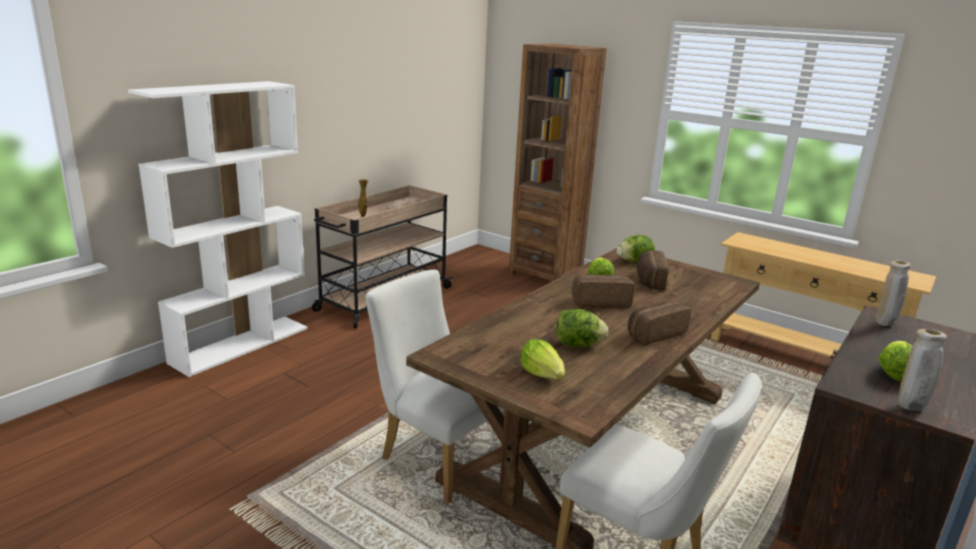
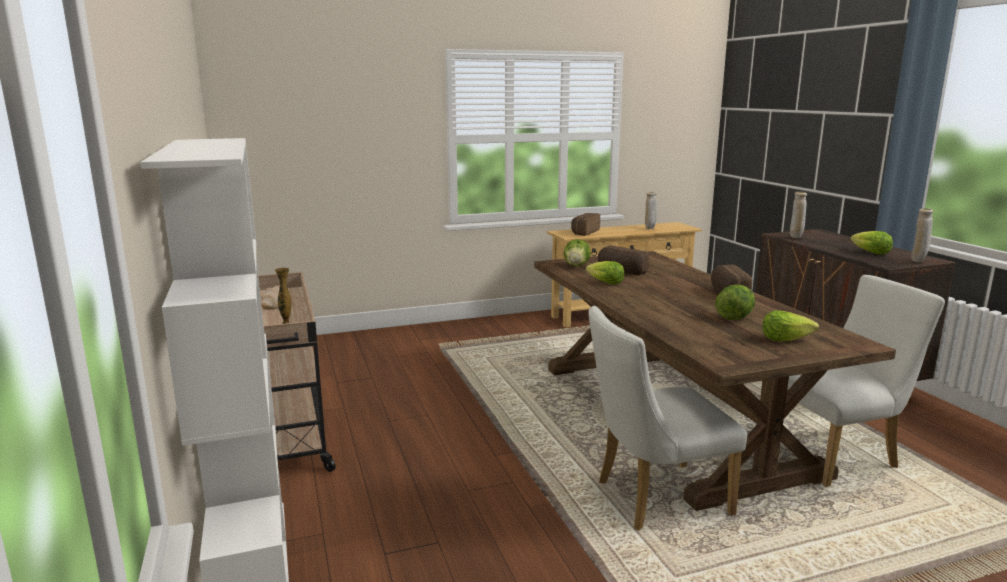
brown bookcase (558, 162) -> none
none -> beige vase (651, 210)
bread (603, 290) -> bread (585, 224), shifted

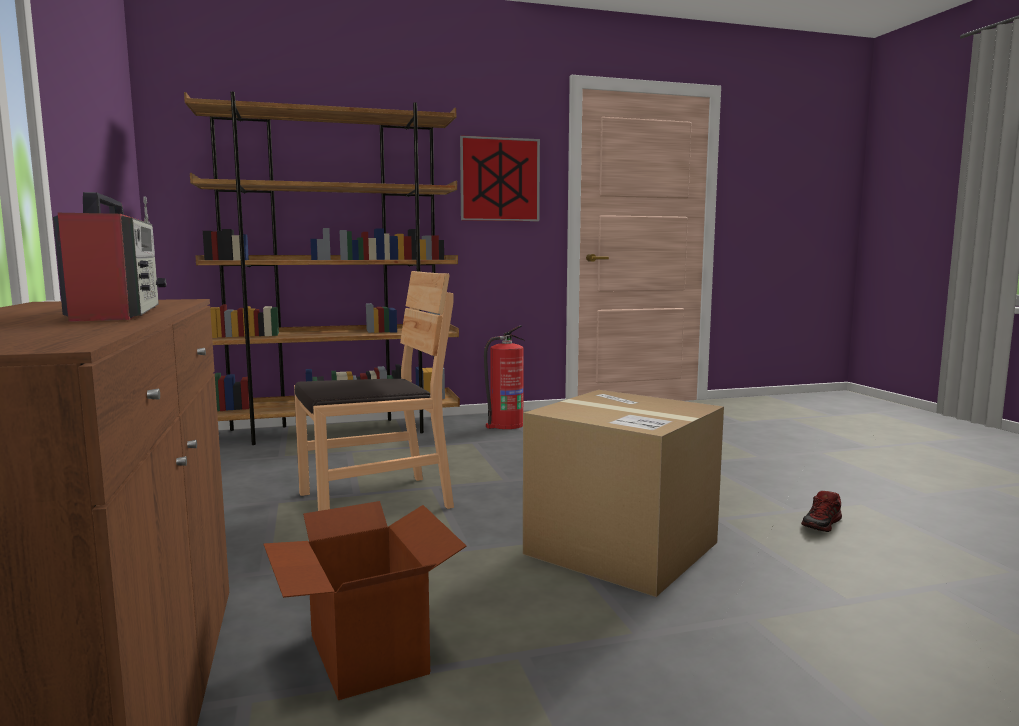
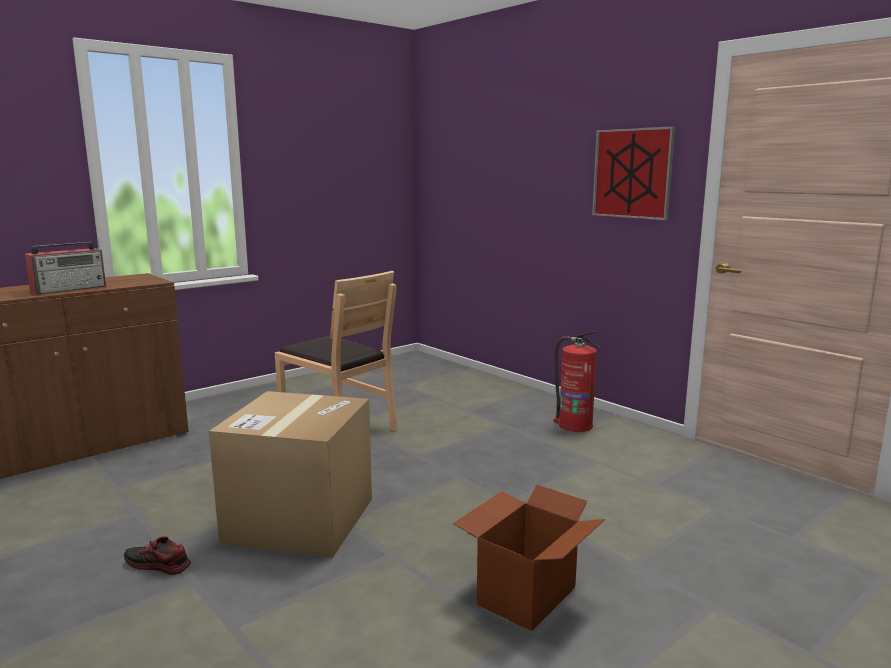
brown bookcase (322, 268) -> none
cardboard box (365, 600) -> cardboard box (529, 558), shifted
shoe (821, 511) -> shoe (157, 555), shifted

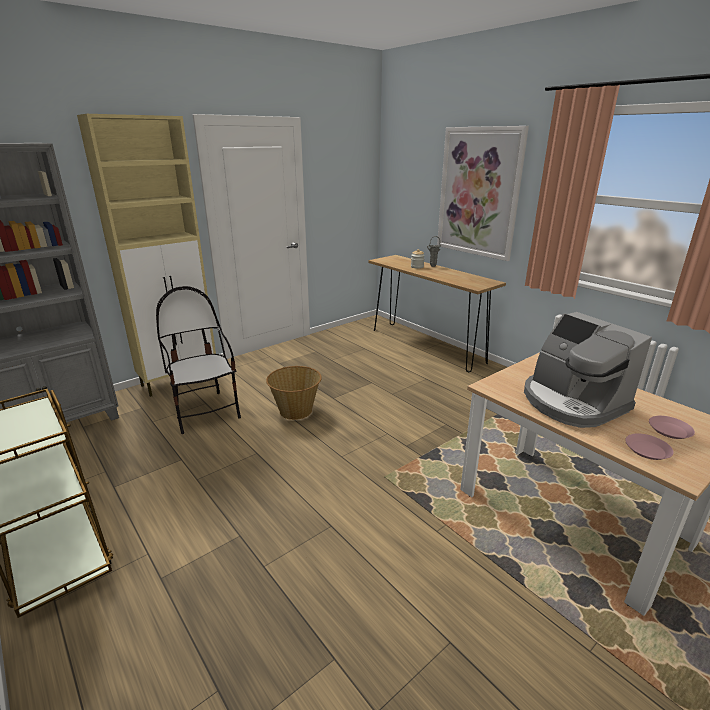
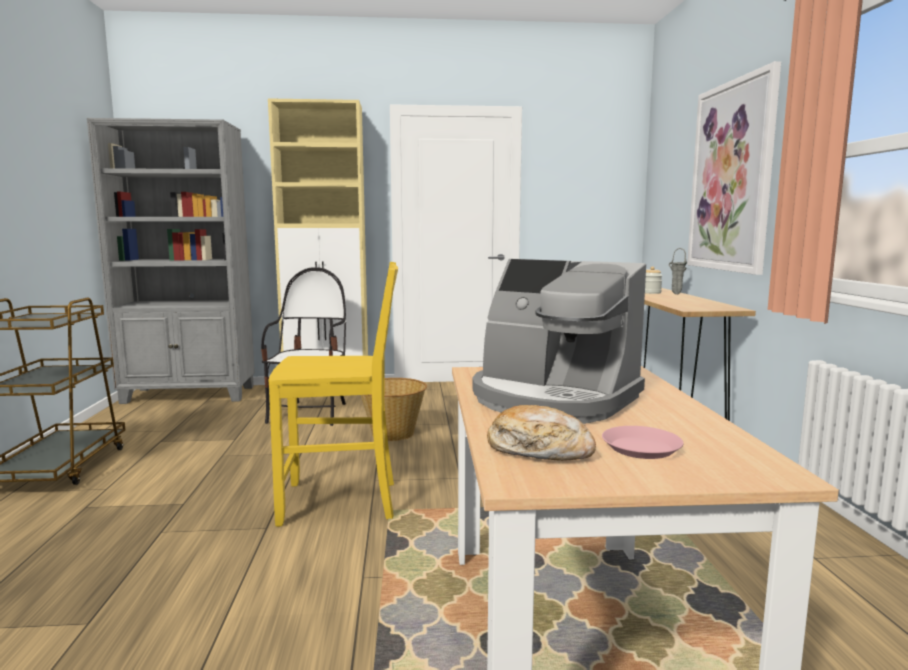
none -> yellow chair (333, 394)
pink plate (649, 447) -> bread (541, 433)
coffee machine (588, 370) -> coffee machine (559, 341), 60 degrees counterclockwise

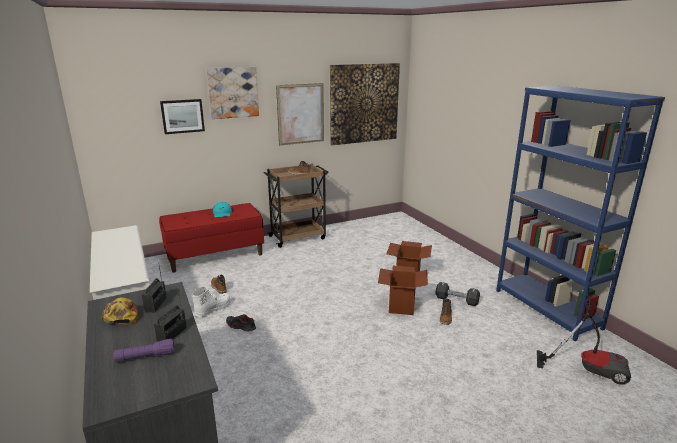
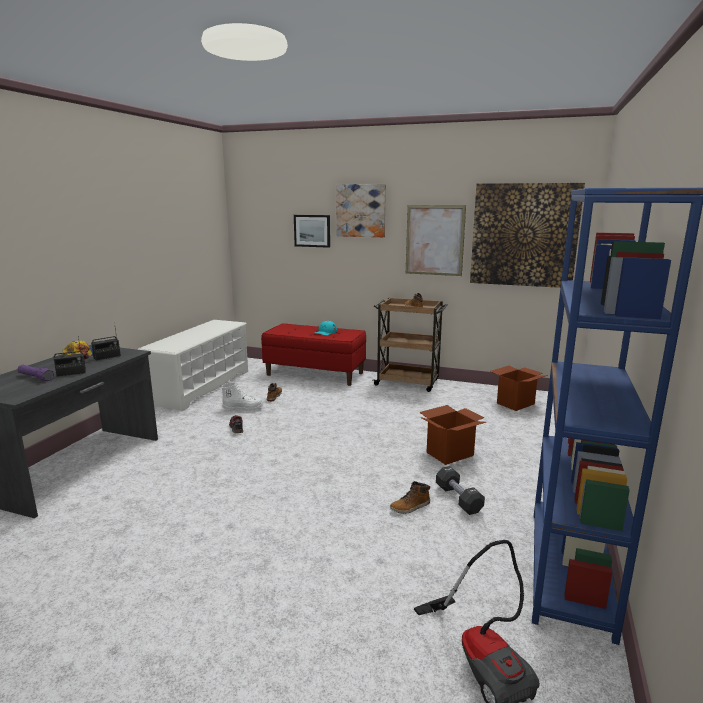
cardboard box (403, 290) -> cardboard box (519, 388), shifted

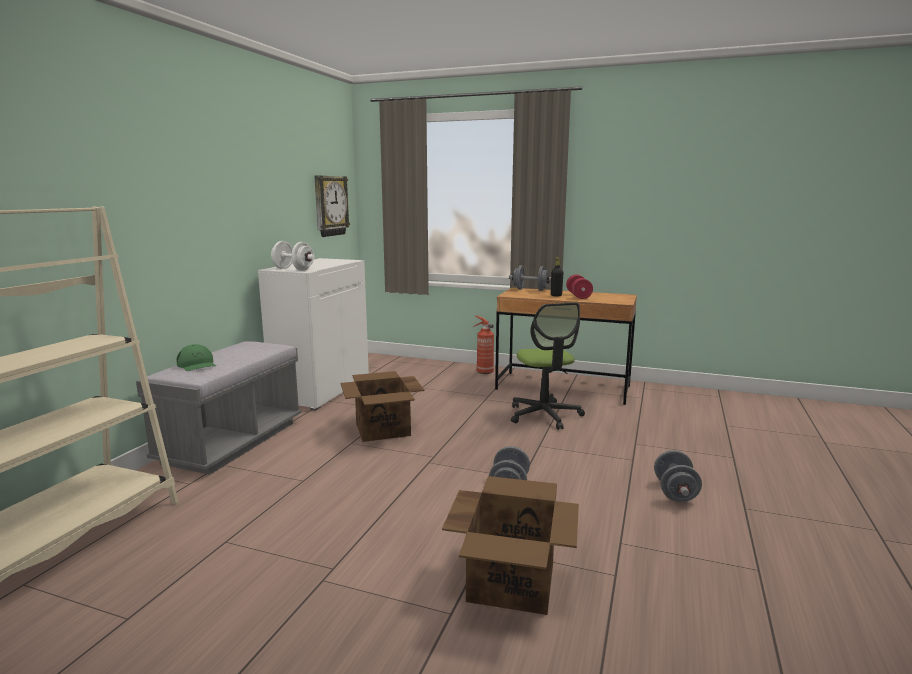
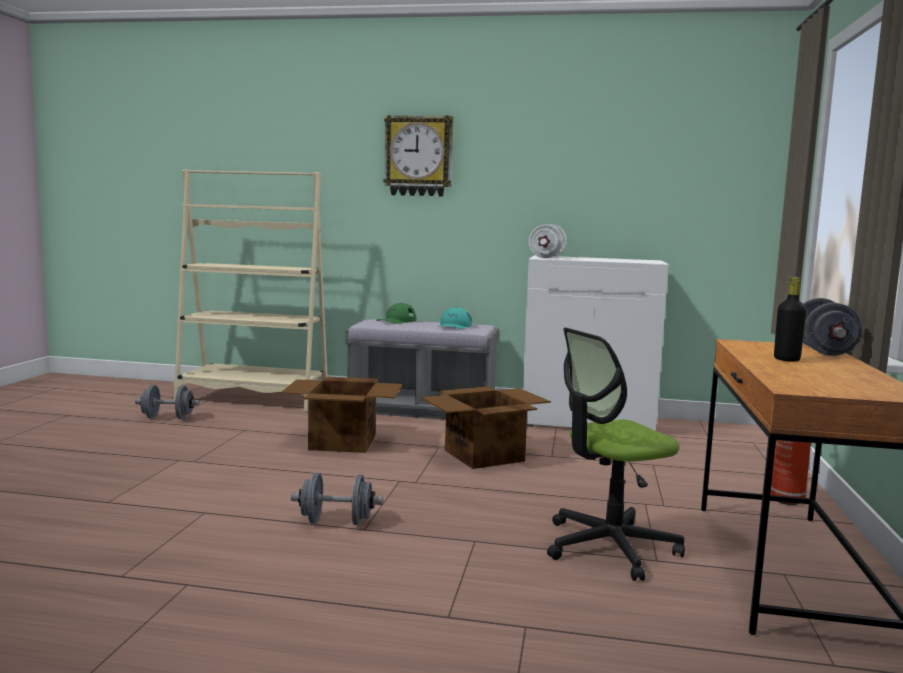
red dumbbell (579, 287) -> none
none -> turquoise cap (455, 318)
wall clock (332, 206) -> wall clock (418, 155), shifted
cardboard box (510, 545) -> cardboard box (341, 415), shifted
grey dumbbell (678, 476) -> grey dumbbell (167, 402), shifted

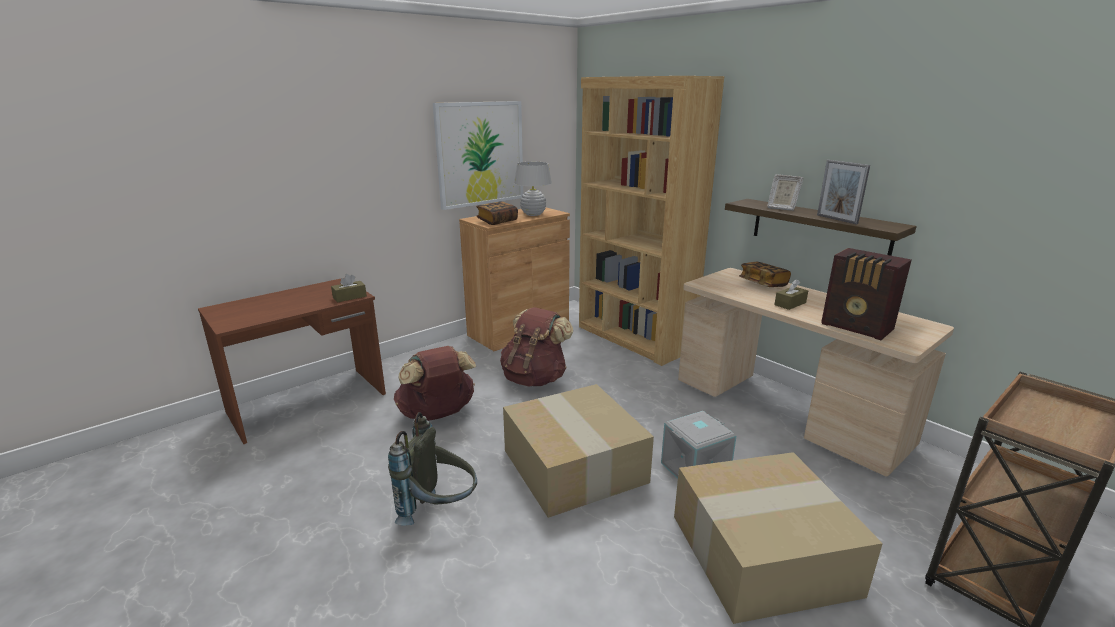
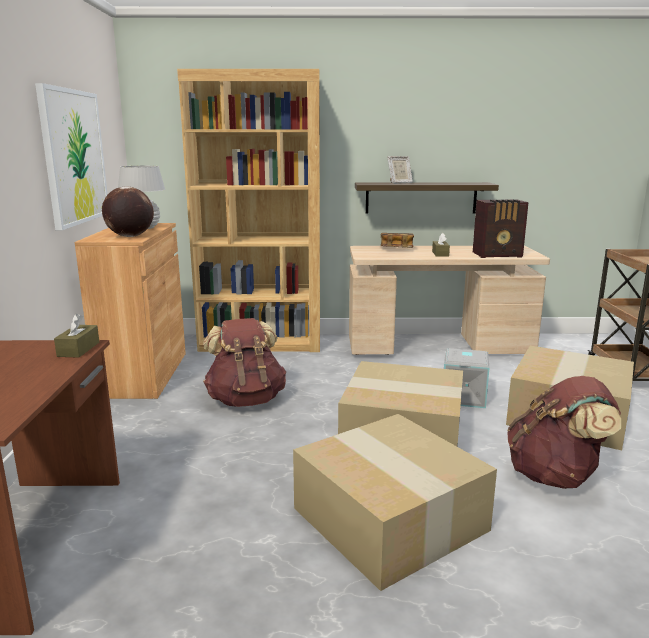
picture frame (843, 192) -> none
brown backpack (435, 383) -> brown backpack (564, 432), shifted
grey backpack (432, 469) -> cardboard box (395, 502)
book (497, 213) -> globe (128, 211)

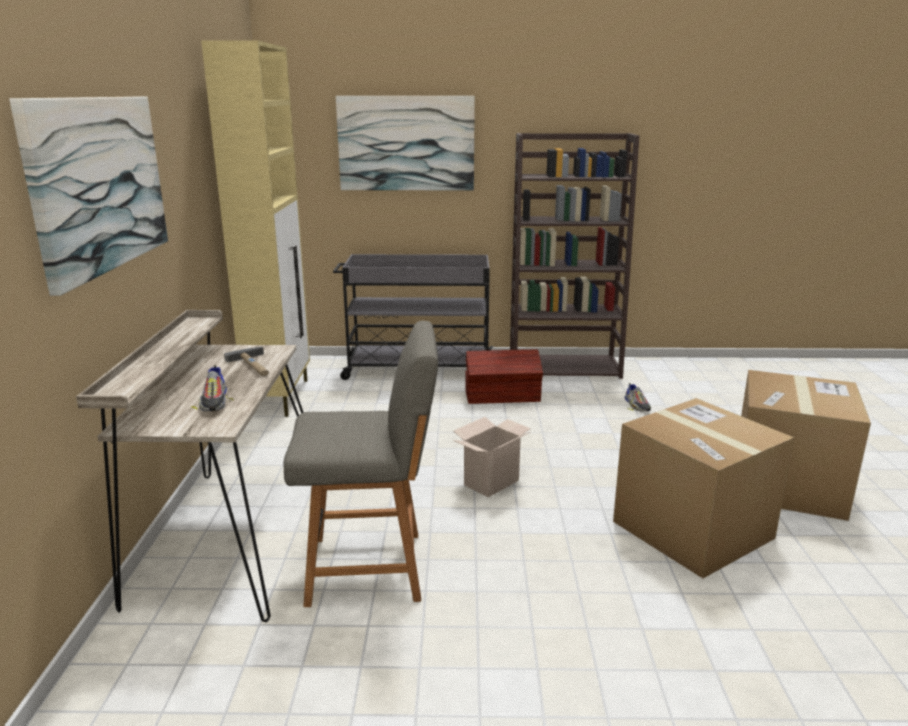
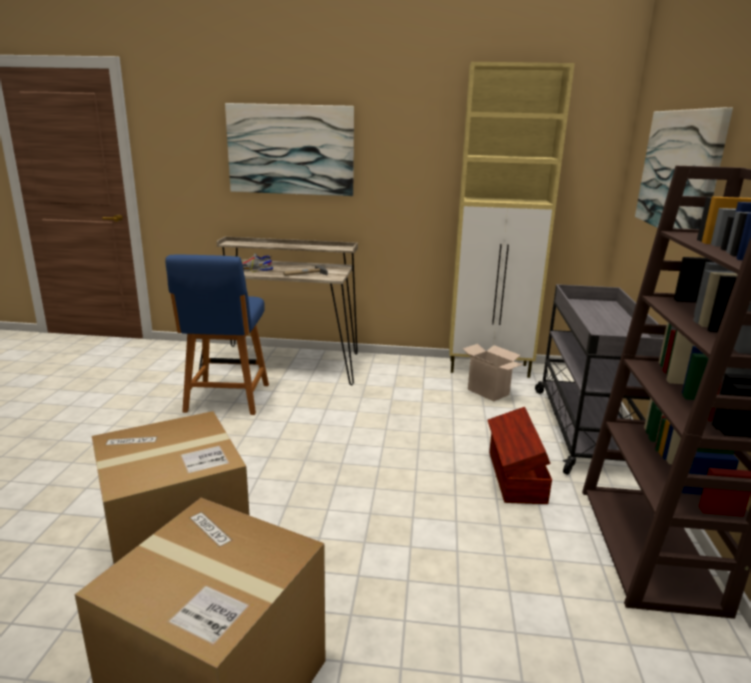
shoe (637, 397) -> none
cardboard box (492, 457) -> cardboard box (493, 373), shifted
grey chair (360, 464) -> blue chair (217, 335)

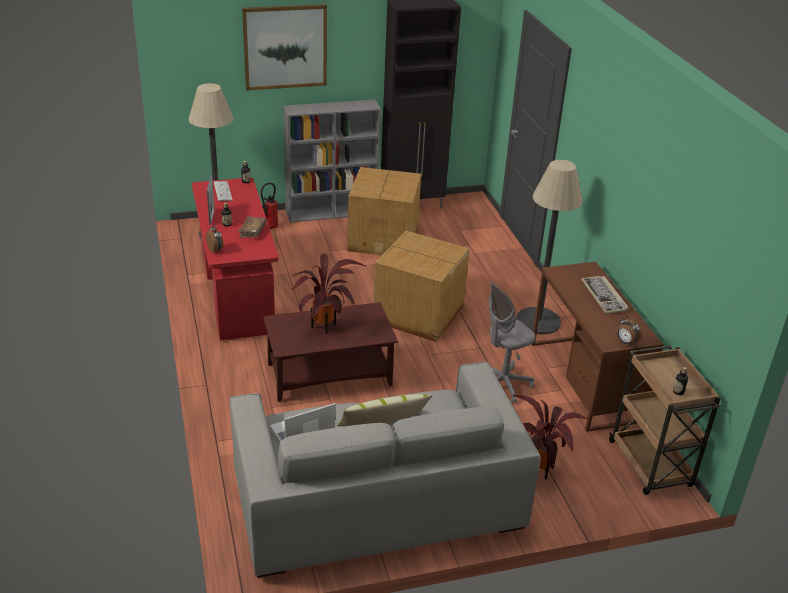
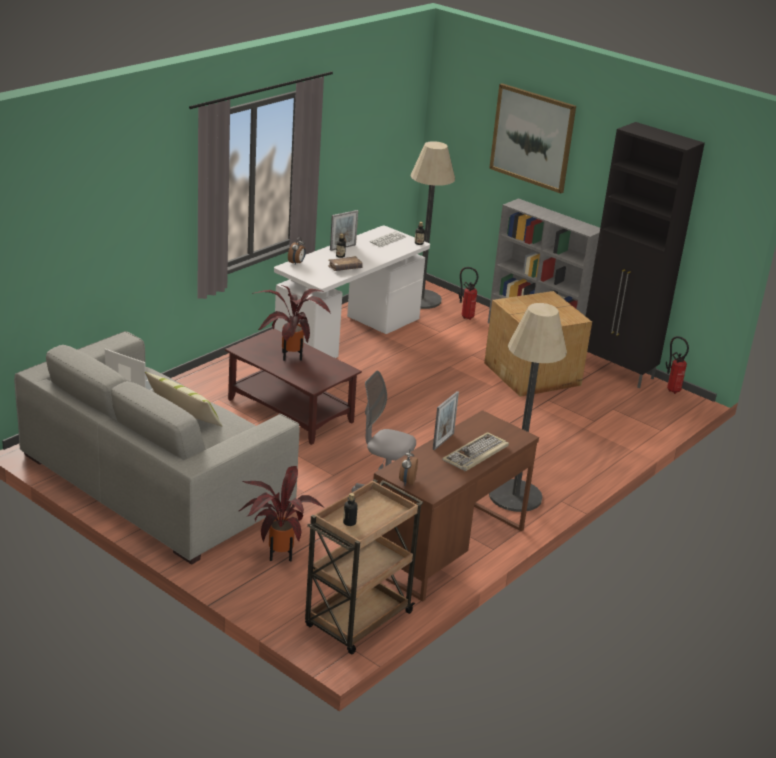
cardboard box (421, 286) -> none
none -> picture frame (446, 420)
none -> fire extinguisher (677, 365)
red desk (235, 259) -> white desk (352, 292)

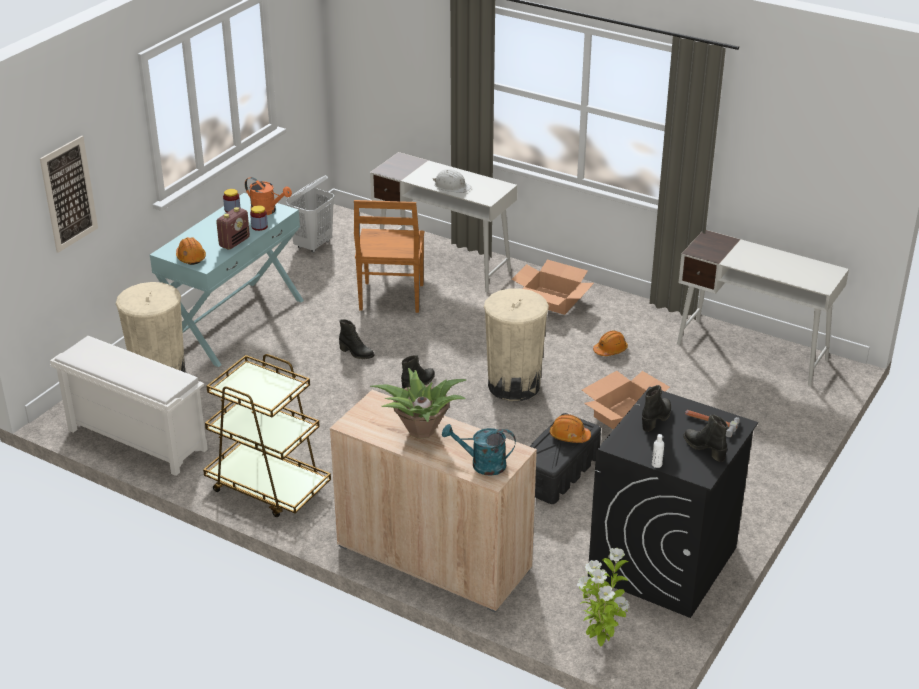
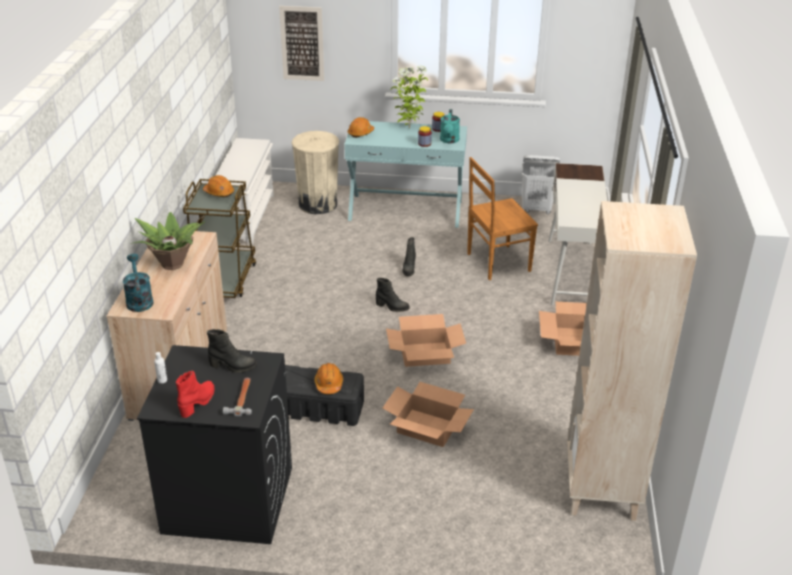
radio (233, 228) -> none
white hard hat (452, 181) -> none
potted plant (603, 597) -> potted plant (409, 97), shifted
orange hard hat (610, 343) -> orange hard hat (218, 186), shifted
beige trash can (516, 344) -> cardboard box (426, 340)
white desk (763, 308) -> beige bookcase (632, 361)
orange watering can (268, 196) -> turquoise watering can (450, 126)
black boot (705, 438) -> red boot (195, 394)

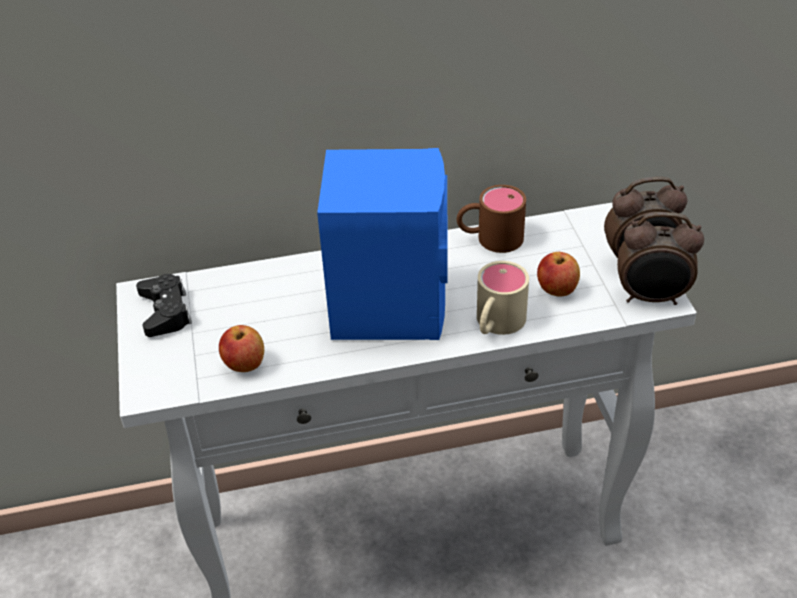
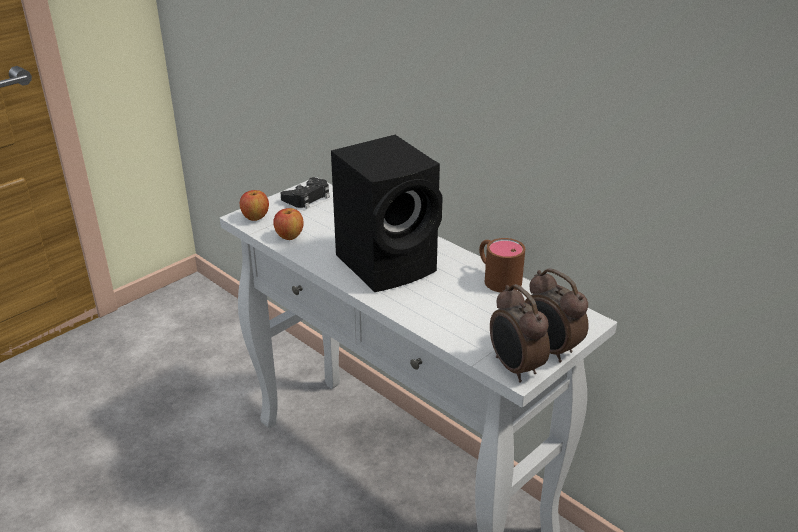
beige mug (503, 298) -> none
apple (558, 274) -> apple (254, 205), shifted
blue speaker (382, 244) -> black speaker (387, 213)

